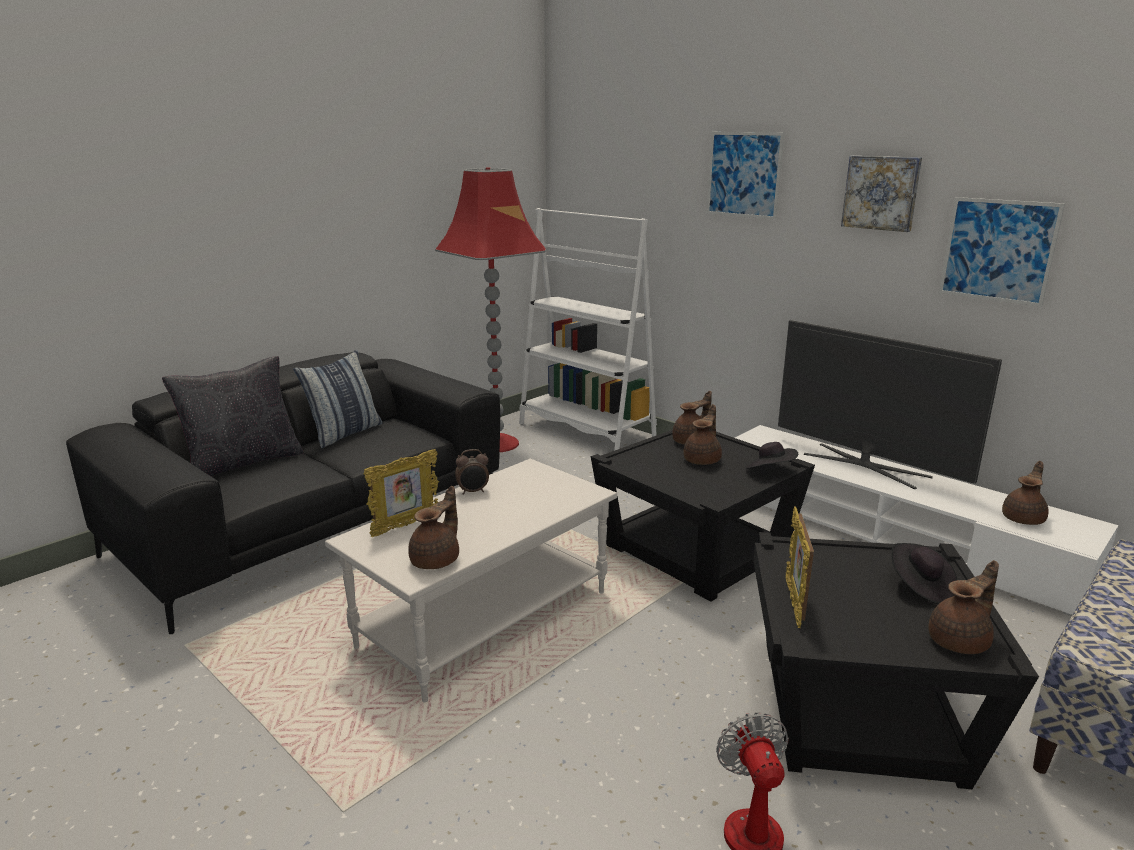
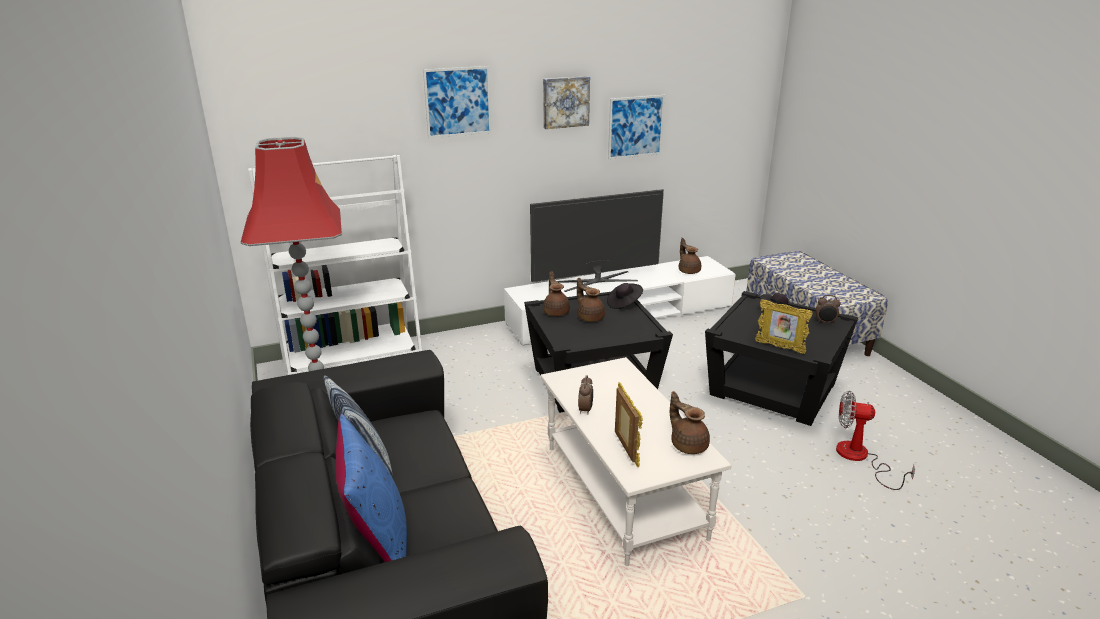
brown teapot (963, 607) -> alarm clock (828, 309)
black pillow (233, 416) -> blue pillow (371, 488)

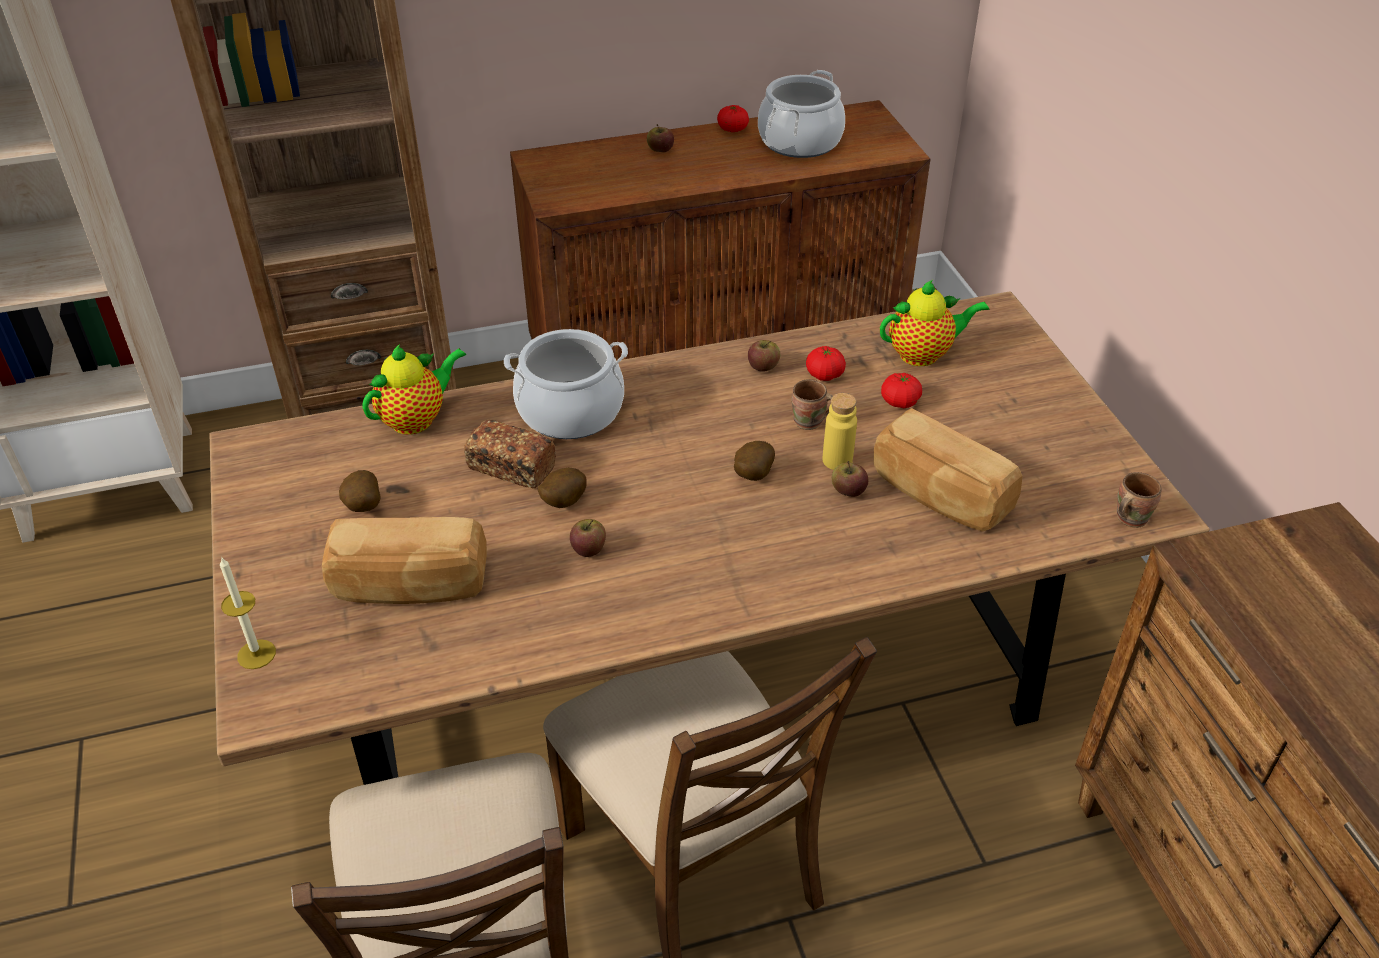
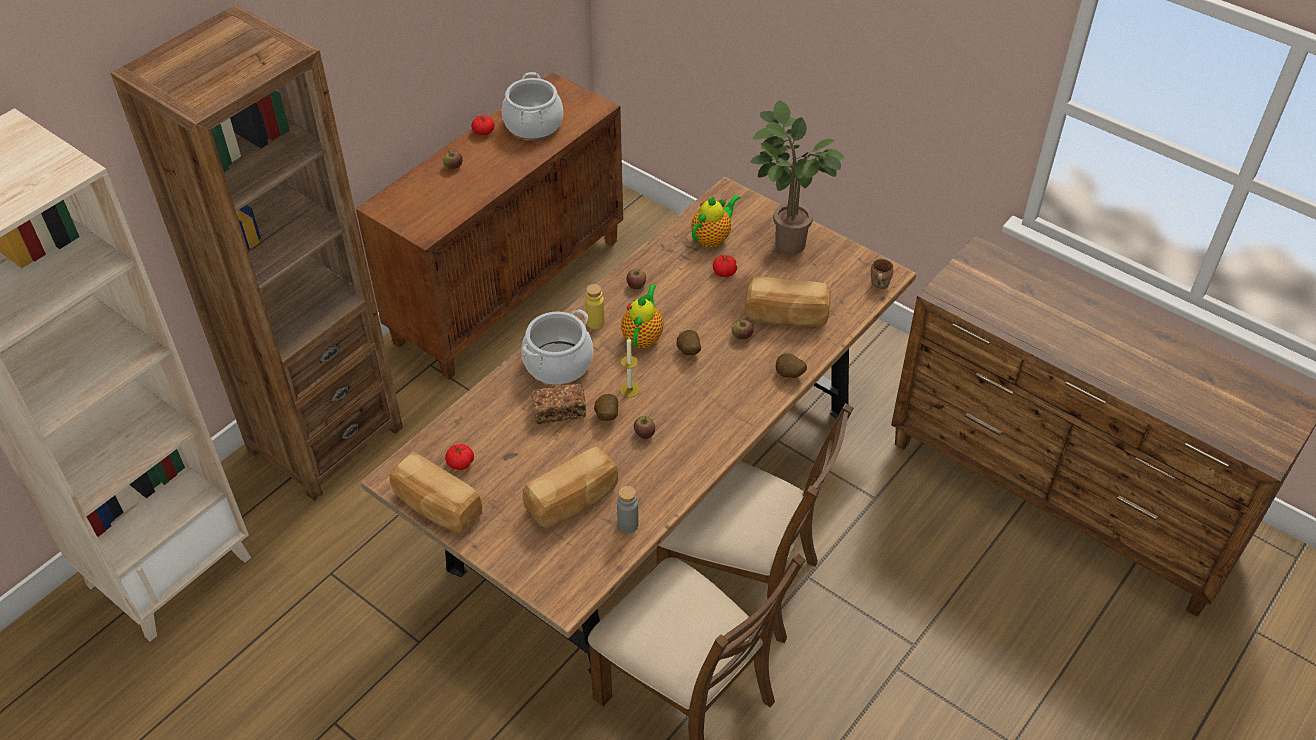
brown mug (812, 404) -> none
none -> bread (435, 492)
none -> grey bottle (628, 509)
none -> potted plant (797, 177)
candle (248, 613) -> candle (630, 368), shifted
potato (359, 491) -> potato (791, 365), shifted
teapot (414, 389) -> teapot (642, 316), shifted
tomato (826, 363) -> tomato (459, 457), shifted
yellow bottle (839, 431) -> yellow bottle (595, 306), shifted

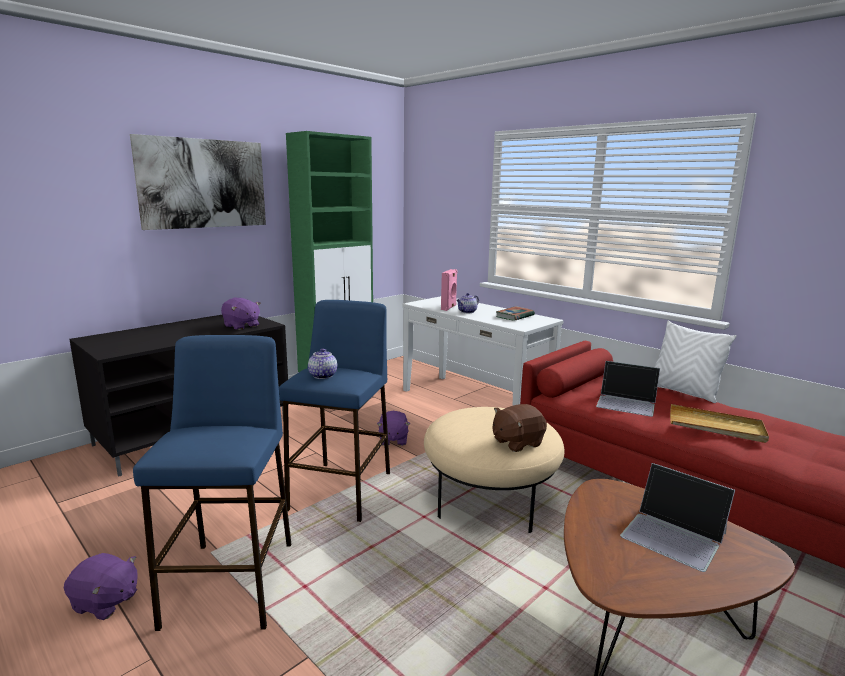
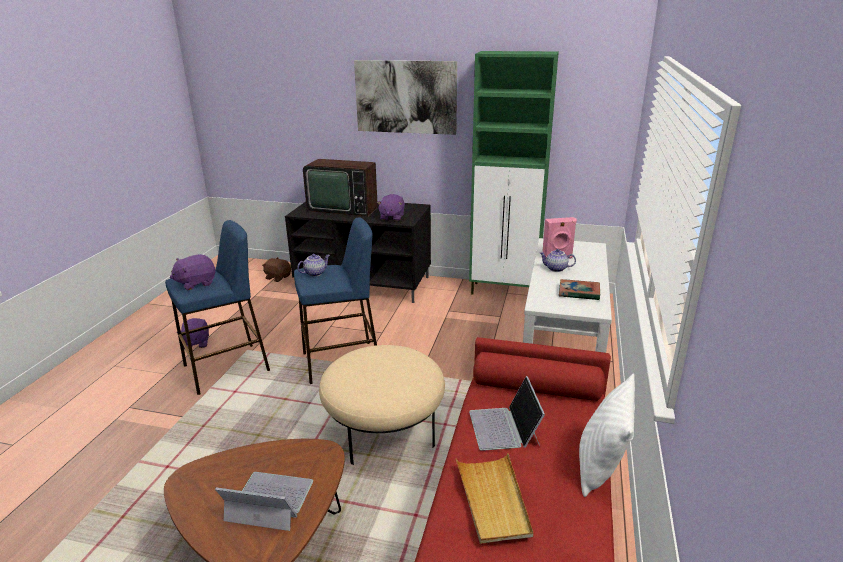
none -> television (340, 187)
purple plush toy (393, 428) -> purple plush toy (192, 272), shifted
brown plush toy (520, 428) -> brown plush toy (276, 269), shifted
laptop (677, 517) -> laptop (264, 501), 90 degrees clockwise

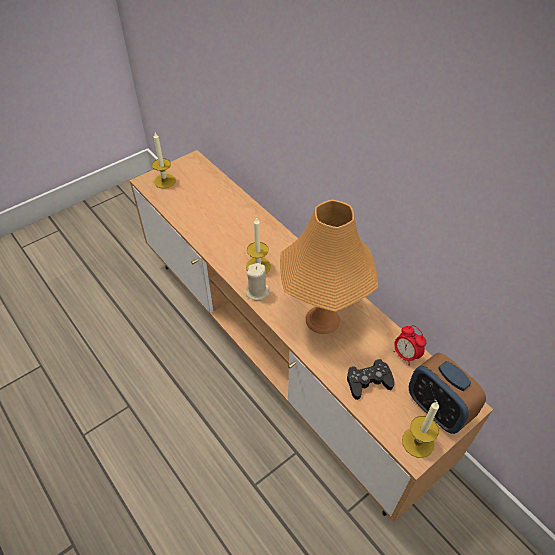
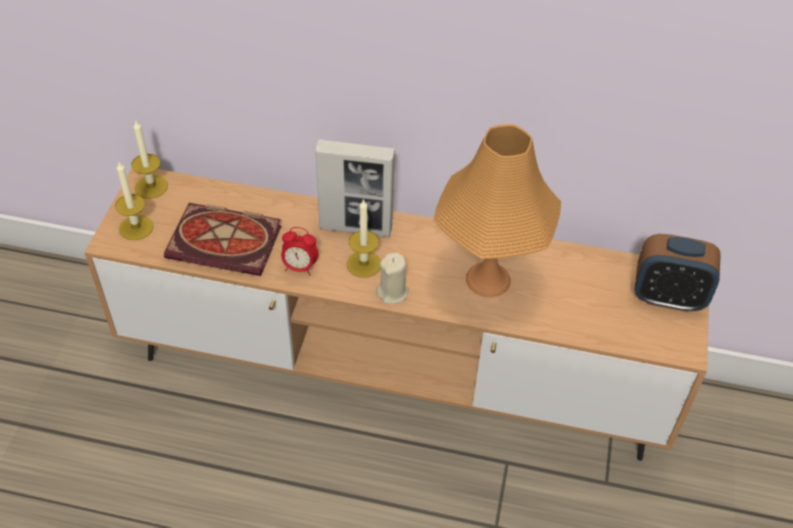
black game controller (370, 379) -> none
none -> book (222, 239)
none -> picture frame (355, 188)
alarm clock (410, 345) -> alarm clock (299, 251), shifted
candle (420, 430) -> candle (149, 159), shifted

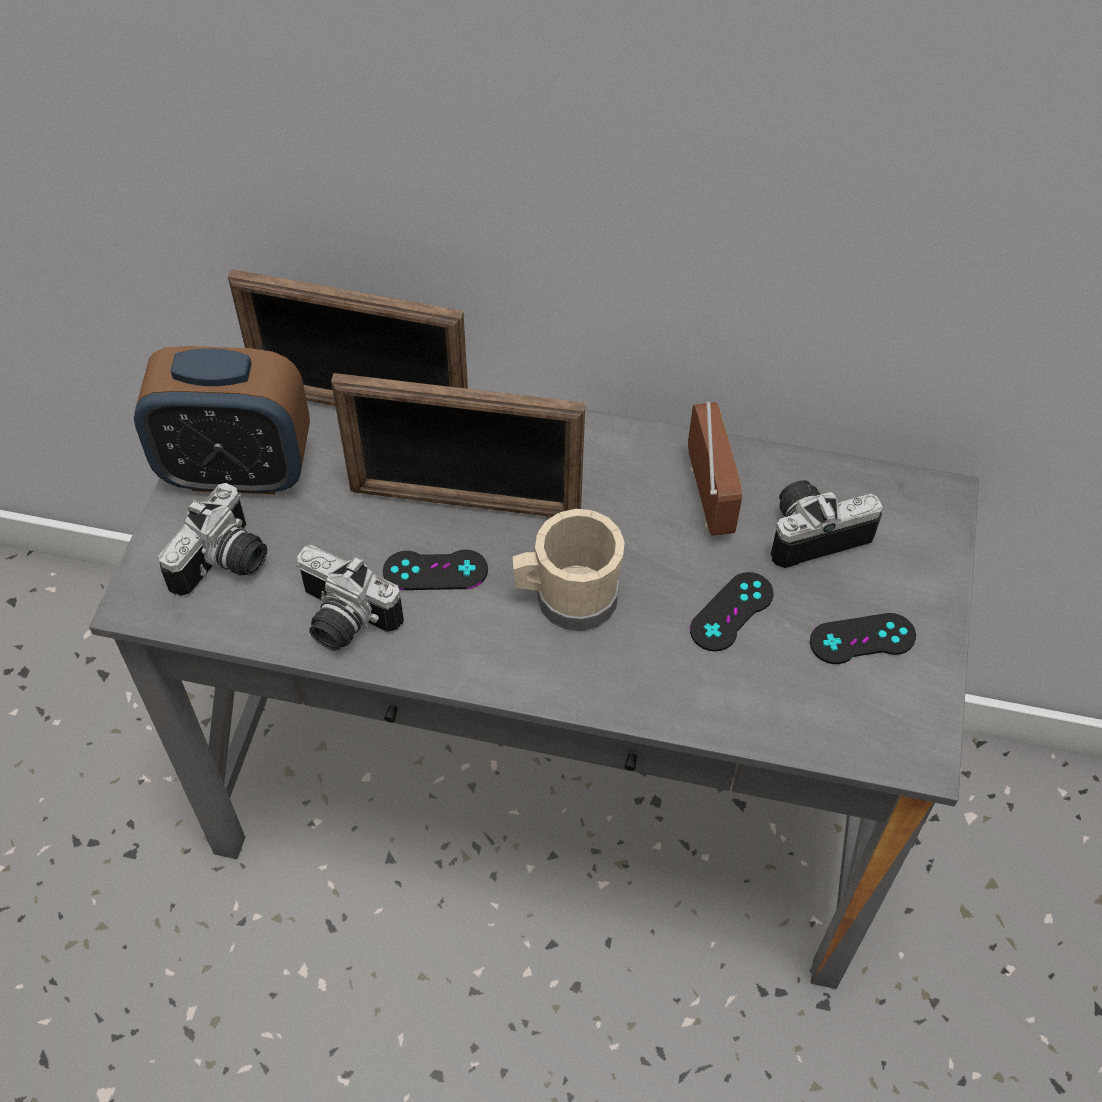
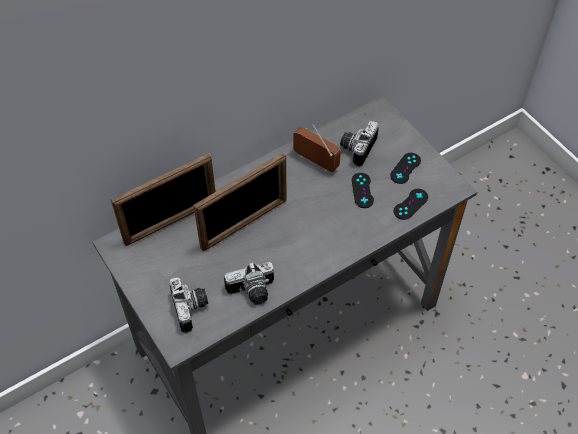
alarm clock (222, 420) -> none
beige mug (569, 570) -> none
black game controller (435, 570) -> black game controller (411, 204), shifted

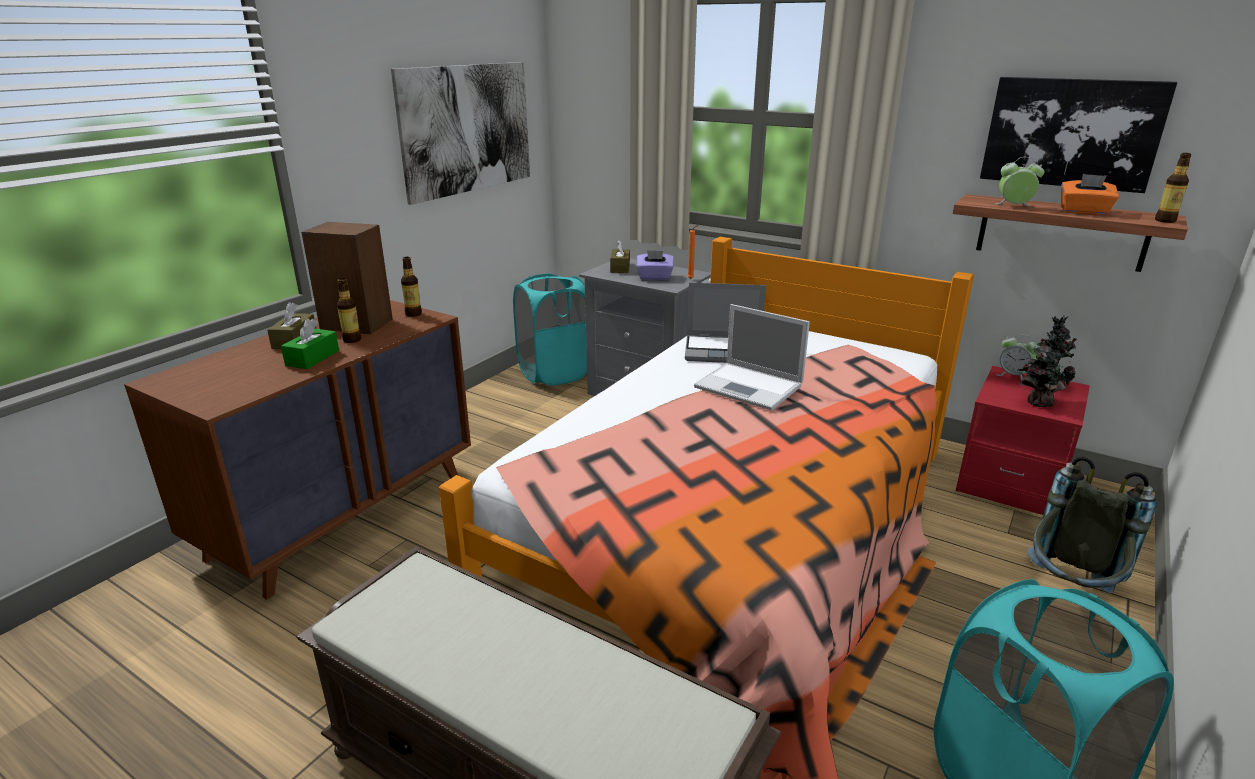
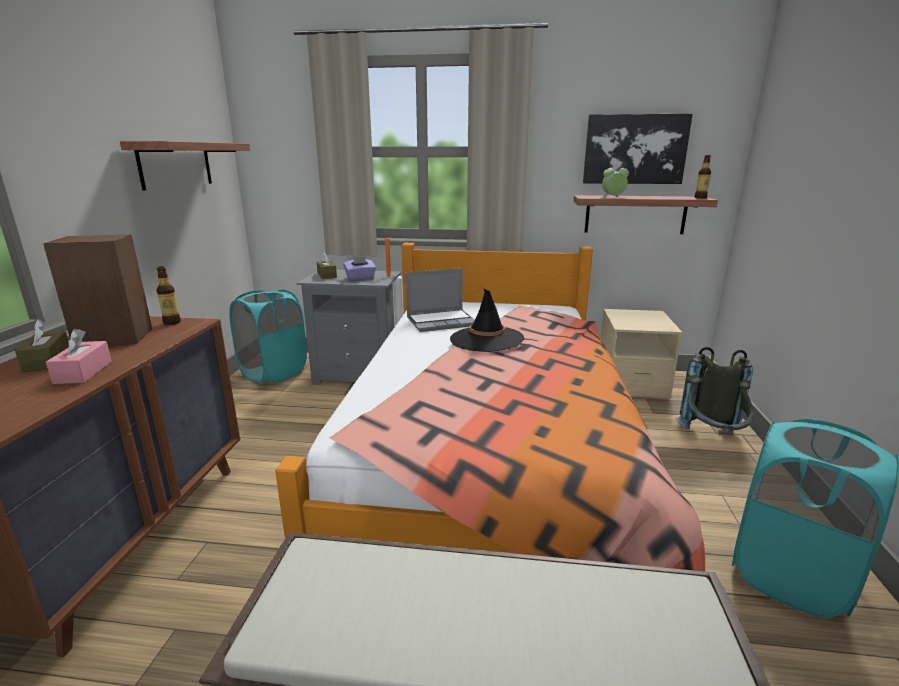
bottle (349, 310) -> none
alarm clock (1018, 357) -> none
potted plant (1047, 361) -> none
orange tissue box (1090, 194) -> none
picture (460, 133) -> shelf (185, 166)
laptop (752, 357) -> black hat (487, 320)
green tissue box (310, 344) -> pink tissue box (79, 356)
red nightstand (1023, 440) -> beige nightstand (641, 353)

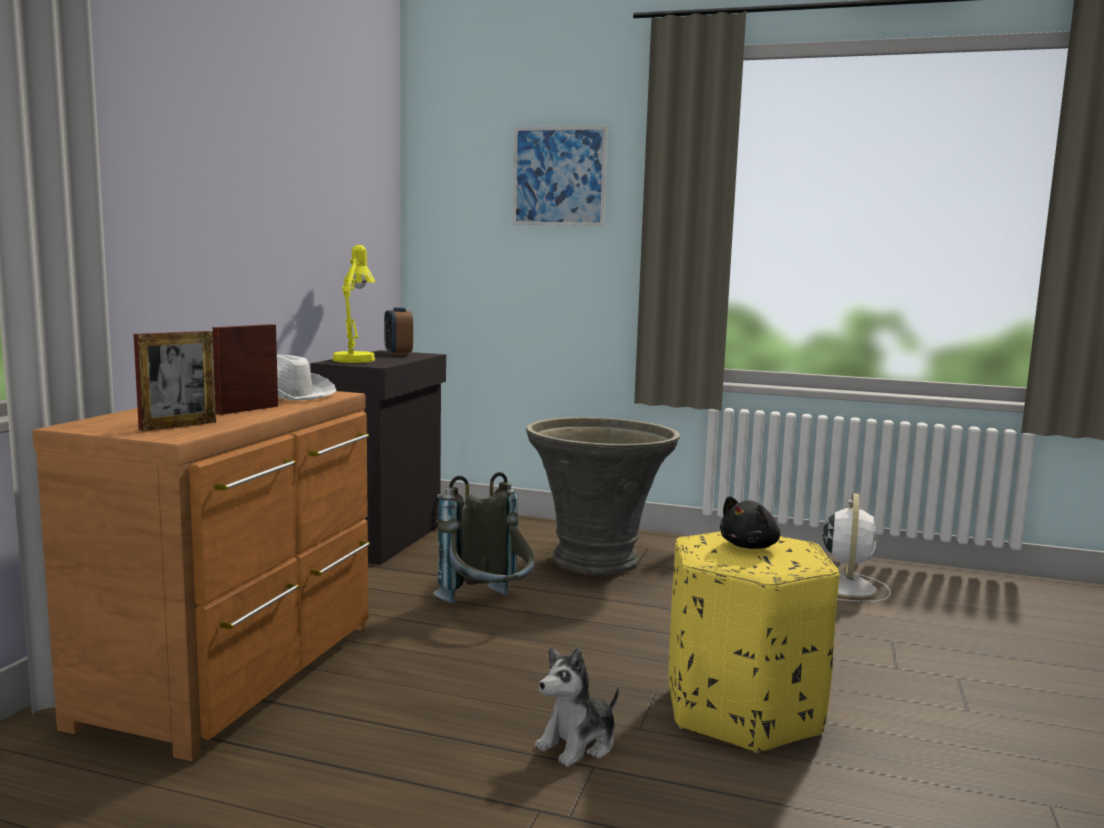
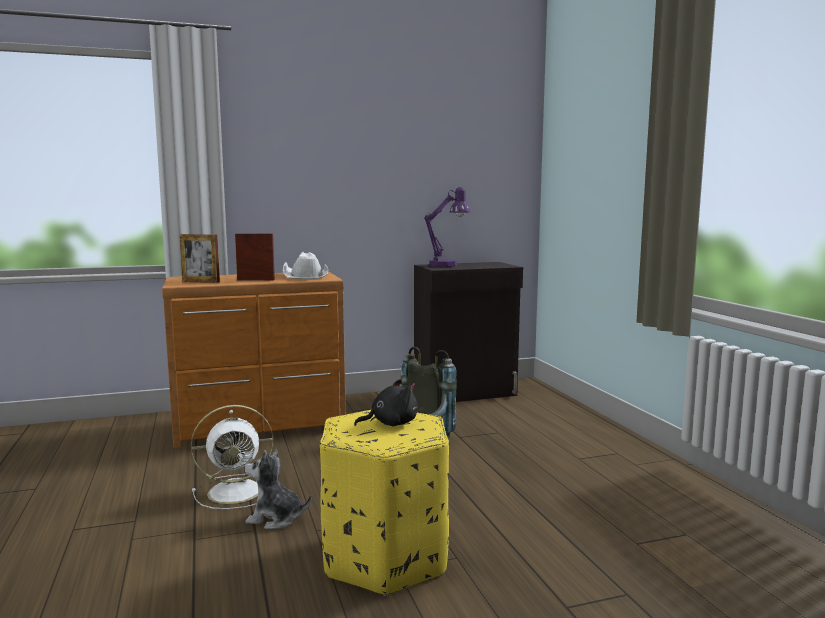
alarm clock (398, 331) -> none
picture (560, 176) -> none
grey planter (603, 496) -> none
white fan (857, 547) -> white fan (232, 457), shifted
yellow table lamp (353, 304) -> purple table lamp (447, 227)
black plush toy (750, 522) -> black plush toy (386, 402), 150 degrees clockwise

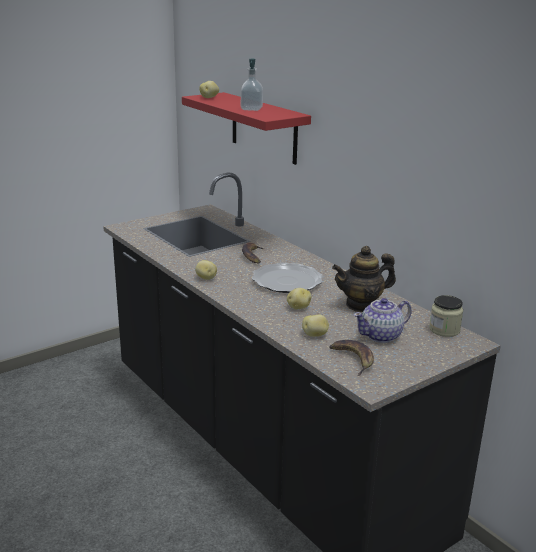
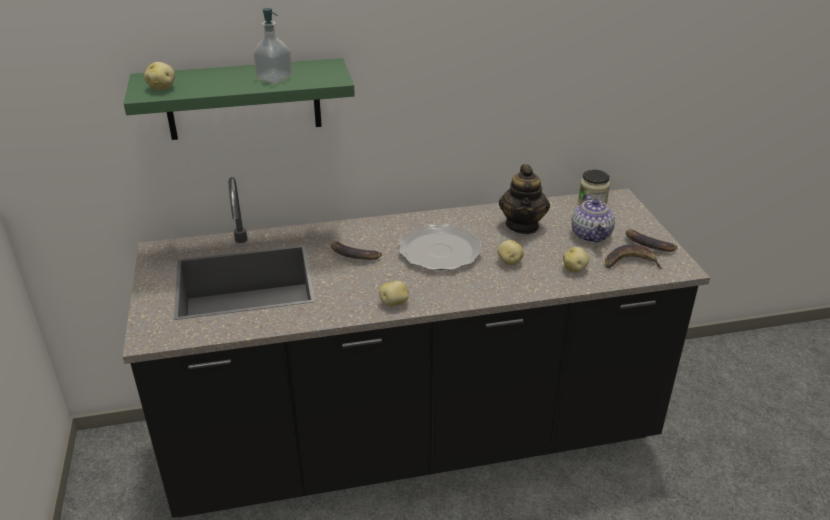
none -> banana (651, 240)
red shelf (246, 128) -> green shelf (239, 99)

